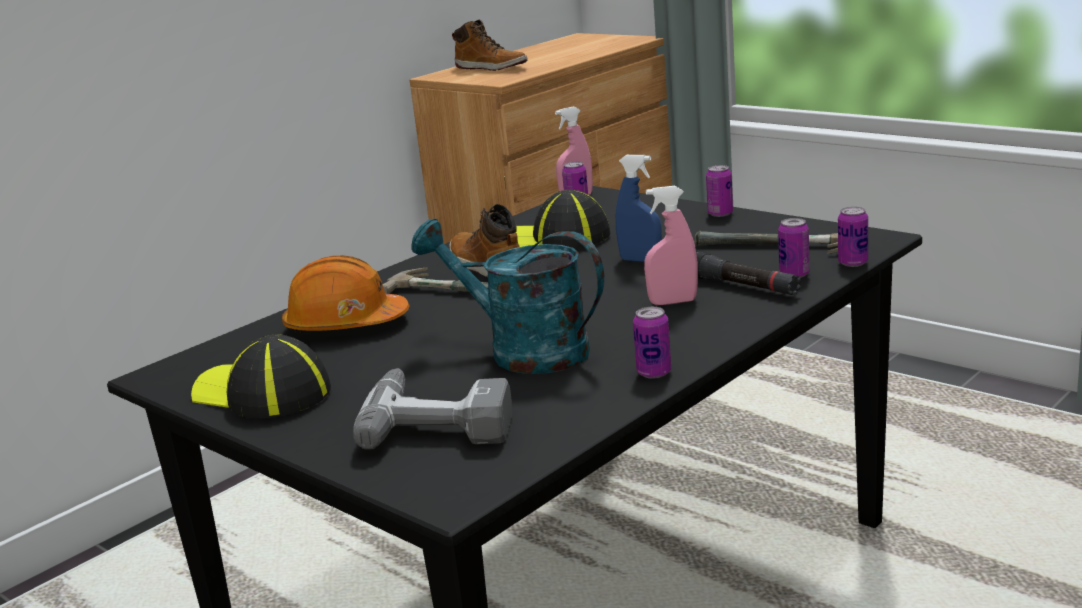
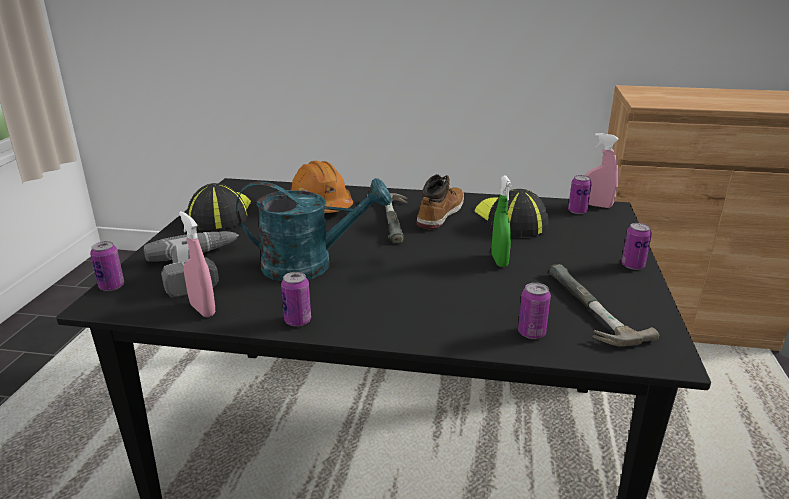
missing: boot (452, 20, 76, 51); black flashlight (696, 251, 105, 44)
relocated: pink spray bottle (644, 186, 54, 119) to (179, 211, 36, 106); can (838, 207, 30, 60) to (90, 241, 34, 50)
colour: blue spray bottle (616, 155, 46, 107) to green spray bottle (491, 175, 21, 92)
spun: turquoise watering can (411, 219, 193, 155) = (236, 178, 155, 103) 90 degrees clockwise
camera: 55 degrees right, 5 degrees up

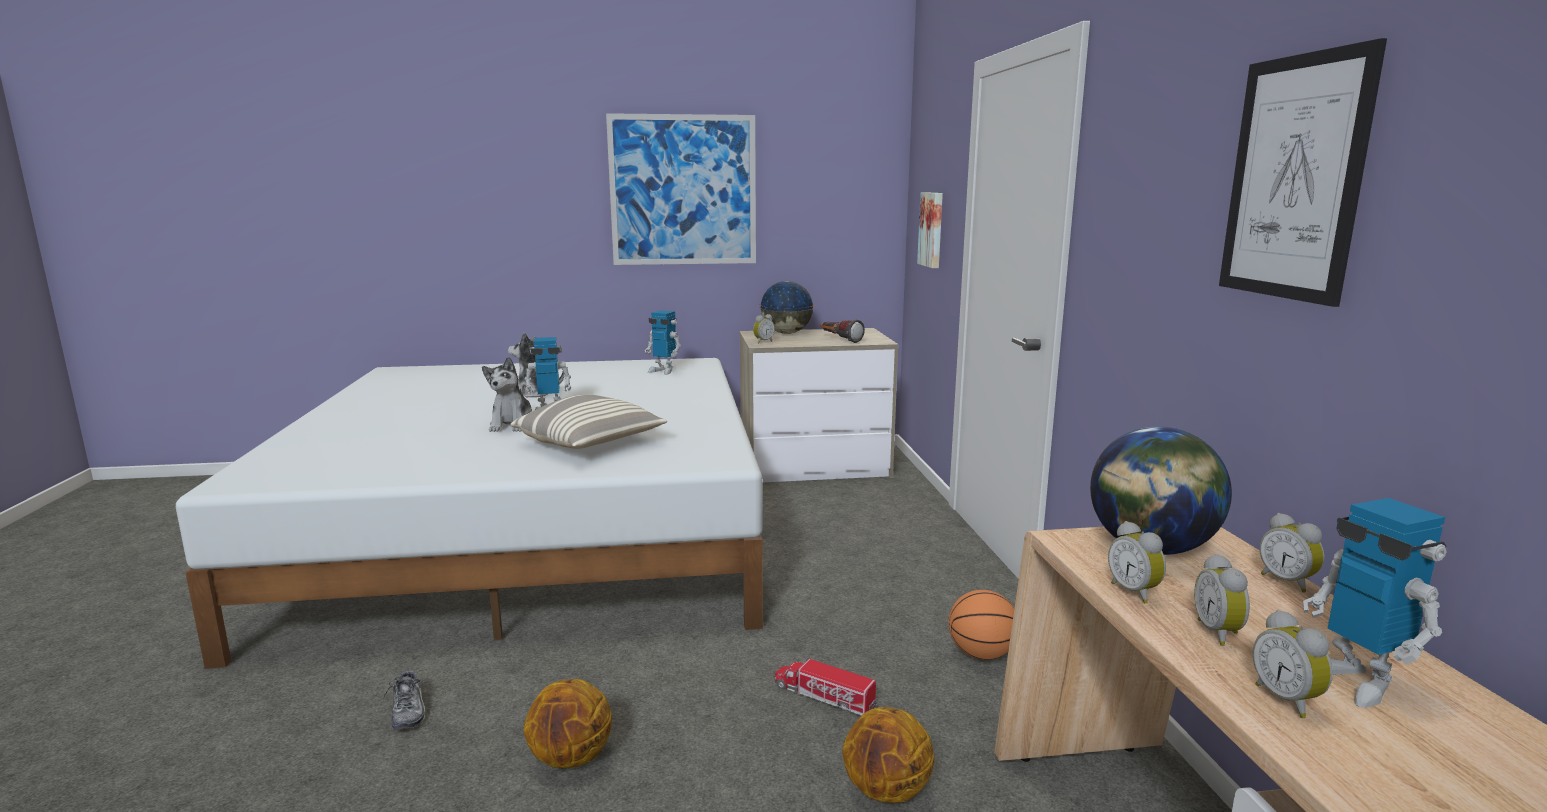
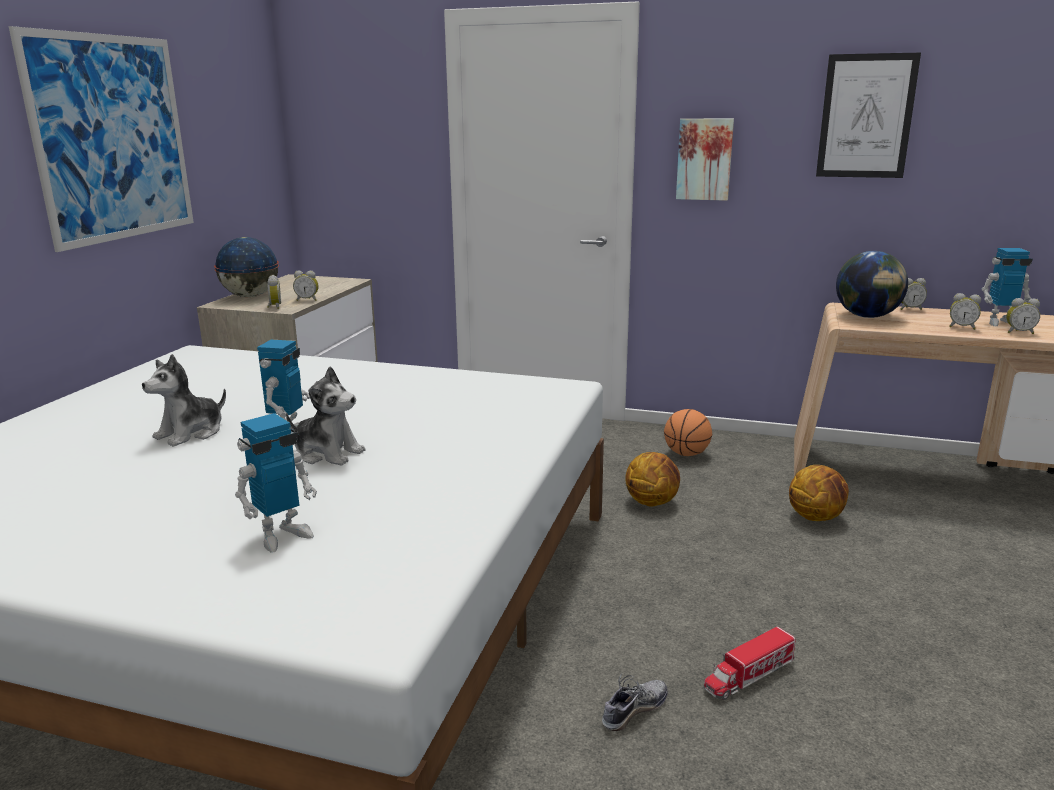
missing: pillow (510, 395, 157, 54); flashlight (821, 319, 44, 24)
relocated: basketball (524, 679, 88, 89) to (625, 452, 55, 55); toy robot (645, 310, 36, 65) to (235, 413, 82, 139); toy truck (775, 657, 103, 59) to (704, 627, 92, 73); picture (917, 192, 26, 76) to (676, 119, 58, 82); alarm clock (1108, 521, 58, 82) to (293, 271, 26, 30)
spun: shoe (383, 671, 45, 59) = (602, 674, 66, 57) 45 degrees counterclockwise
camera: 65 degrees left, 5 degrees up

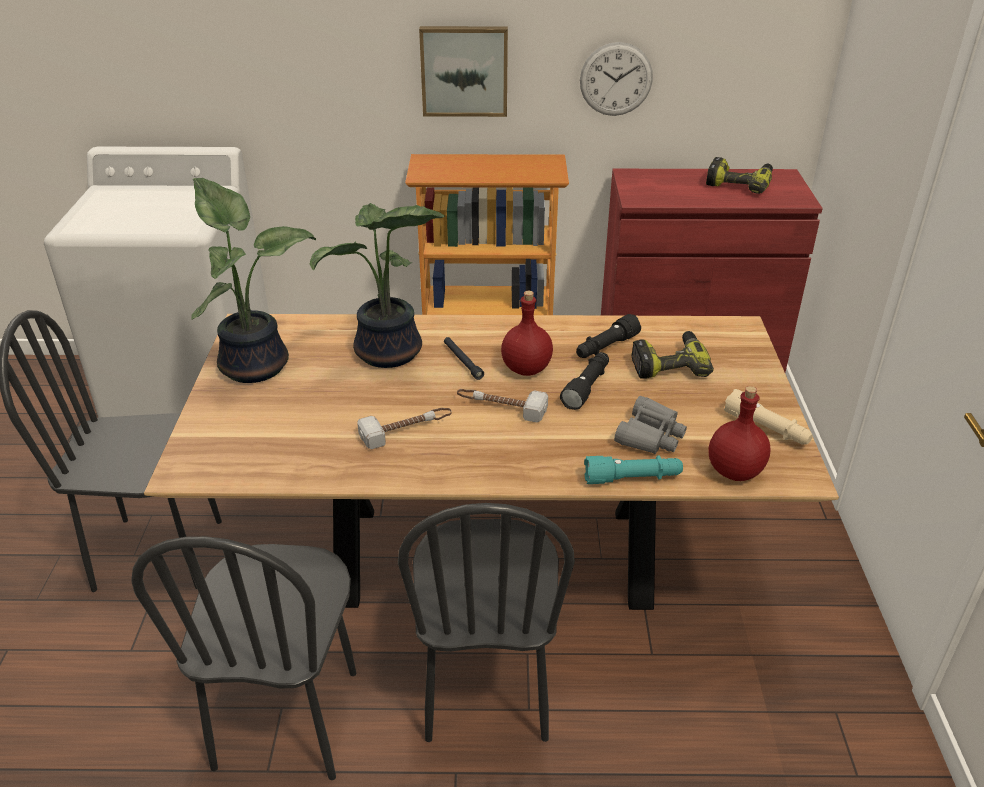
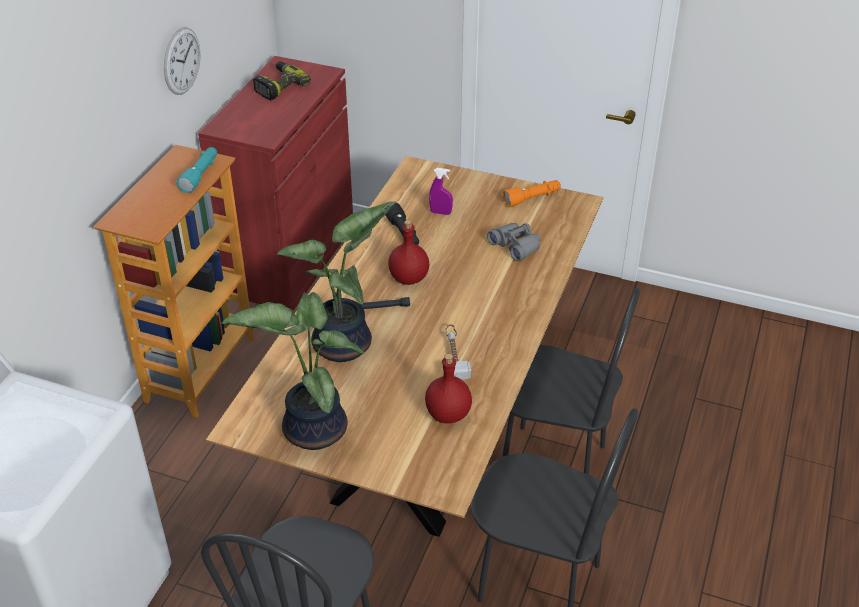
missing: picture (419, 26, 89, 91); hammer (457, 389, 91, 34); black flashlight (560, 352, 49, 58)
relocated: turquoise flashlight (584, 455, 99, 29) to (176, 147, 41, 46); red bottle (708, 386, 63, 95) to (425, 354, 47, 70)
exchanged: power drill (631, 331, 83, 48) to purple spray bottle (429, 168, 24, 47)
colour: beige flashlight (724, 389, 89, 56) to orange flashlight (502, 180, 59, 27)
camera: 70 degrees left, 5 degrees up

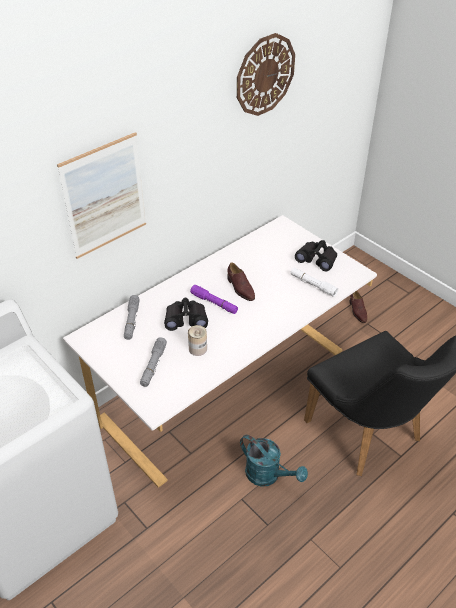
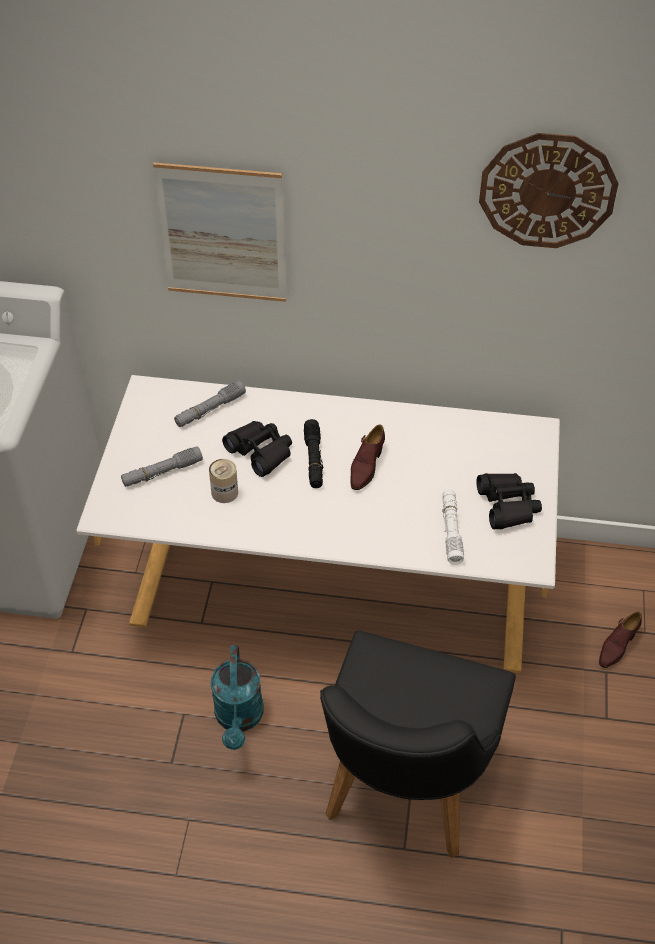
colour: purple flashlight (190, 285, 48, 29) to black flashlight (304, 419, 19, 69)
camera: 50 degrees right, 5 degrees up

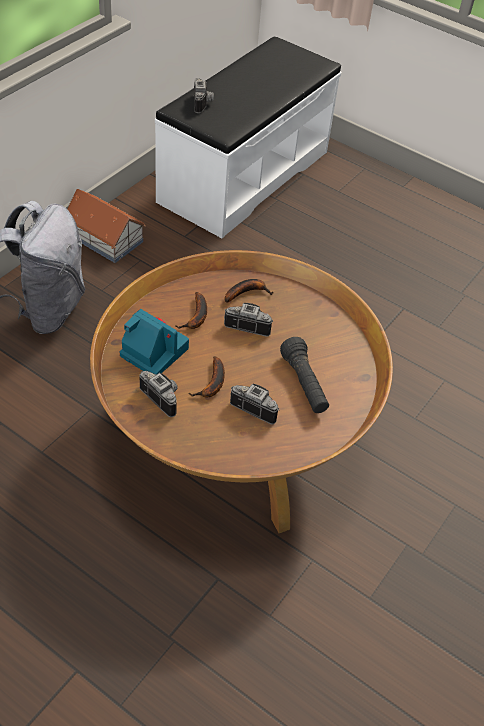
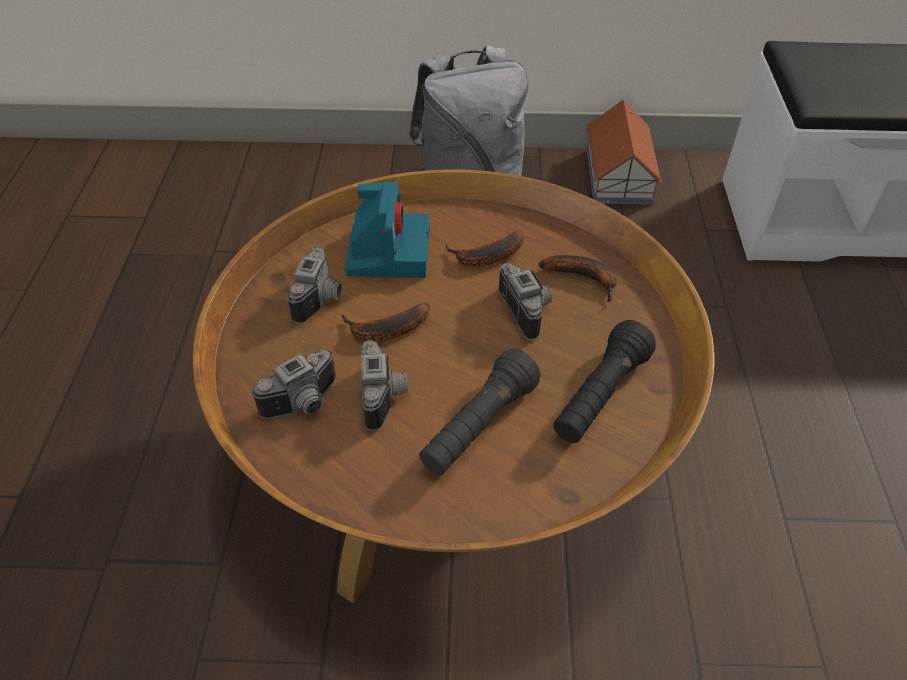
appeared: black flashlight (553, 320, 103, 123)
relocated: photo camera (194, 78, 20, 35) to (251, 349, 85, 70)
camera: 60 degrees right, 0 degrees up

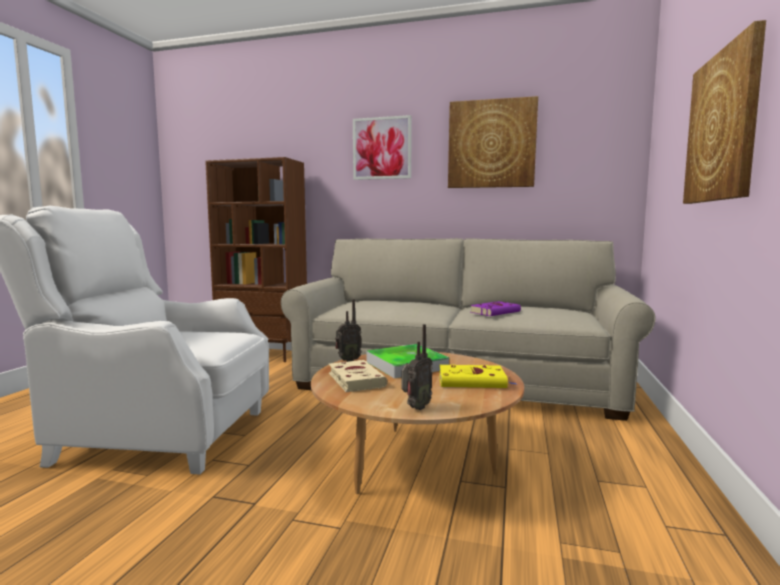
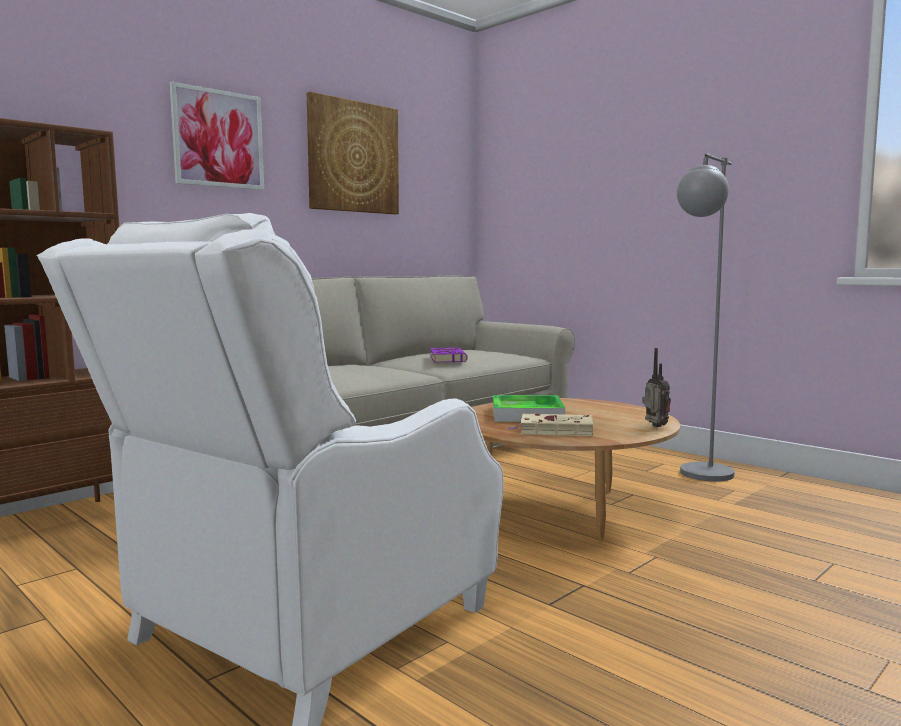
missing: radio (335, 299, 27, 63); yellow book (439, 365, 77, 23); picture (683, 20, 83, 184)
appeared: grey floor lamp (677, 153, 57, 329)
camera: 60 degrees left, 0 degrees up

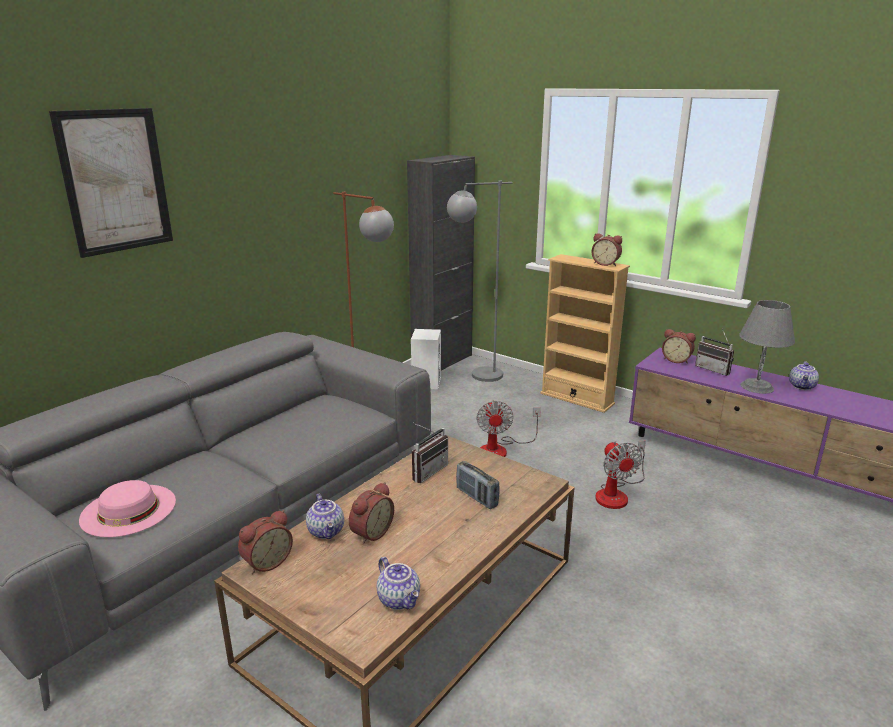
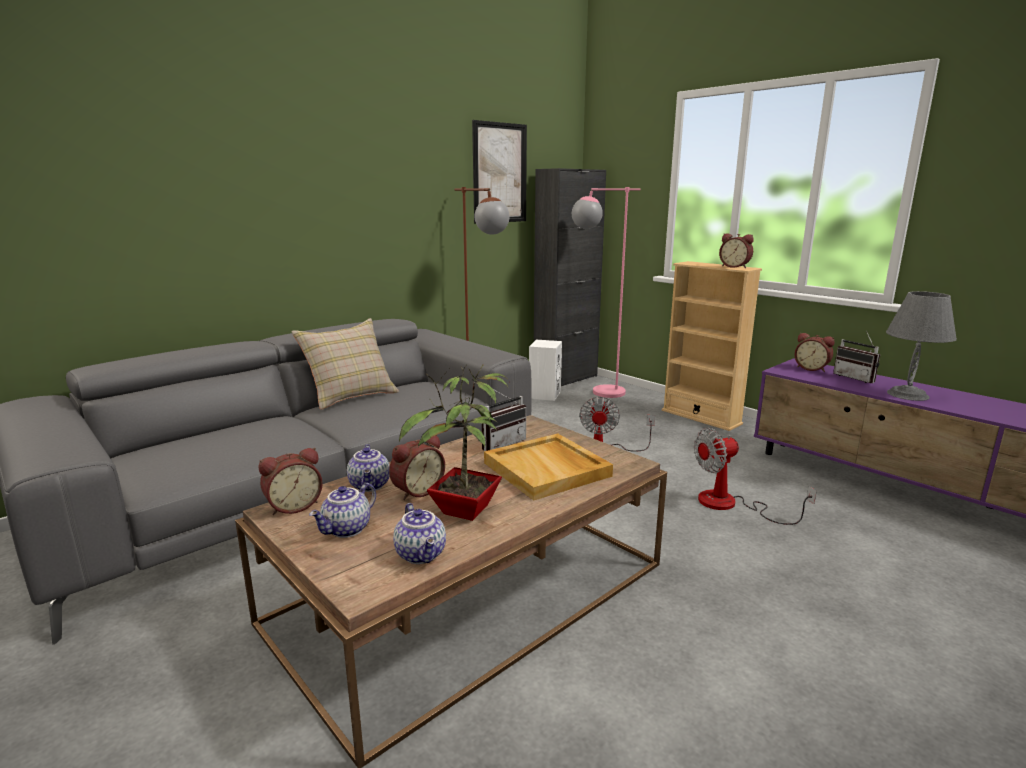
missing: pink hat (79, 480, 97, 57)
appeared: beige pillow (291, 318, 108, 92); potted plant (399, 365, 111, 156)
relocated: picture (49, 108, 124, 150) to (472, 120, 55, 104); teapot (789, 361, 30, 29) to (309, 483, 67, 55)
exchanged: radio (456, 461, 44, 48) to beige tray (484, 434, 129, 67)
colour: grey floor lamp (447, 181, 66, 201) to pink floor lamp (572, 187, 69, 211)
spun: fan (595, 441, 51, 68) = (694, 428, 123, 97) 75 degrees clockwise
camera: 10 degrees right, 5 degrees down

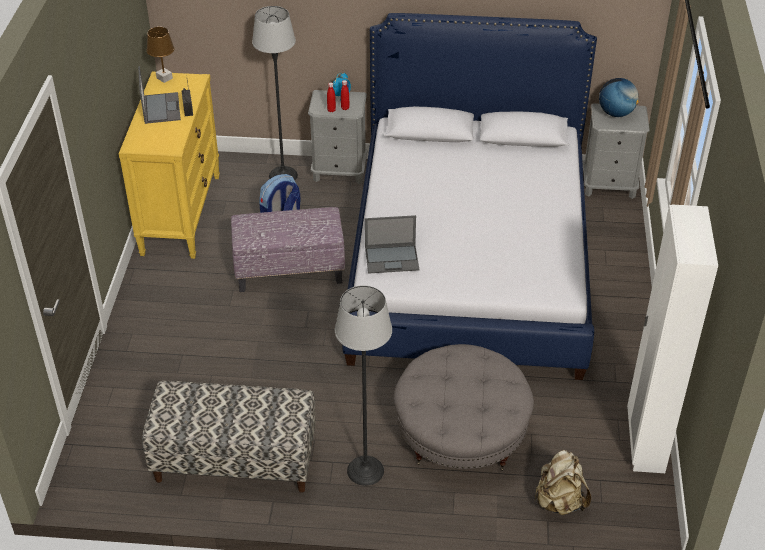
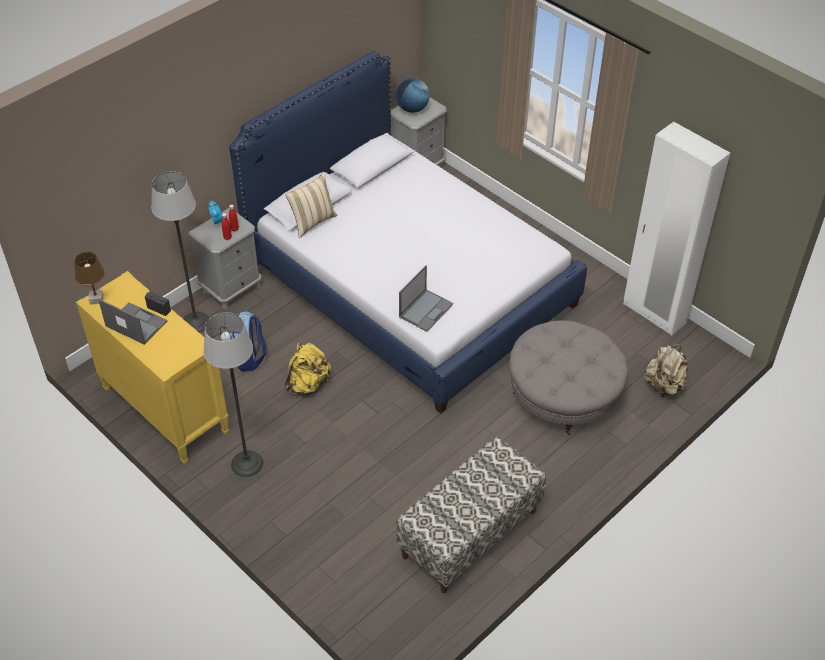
appeared: beige pillow (285, 172, 53, 66)
relocated: floor lamp (335, 285, 57, 201) to (203, 313, 60, 164)
exchanged: ottoman (231, 207, 114, 85) to yellow backpack (285, 343, 46, 53)
camera: 50 degrees left, 5 degrees up

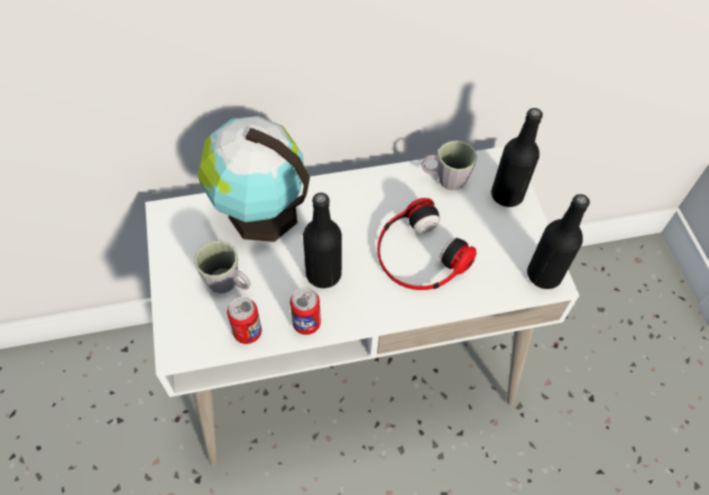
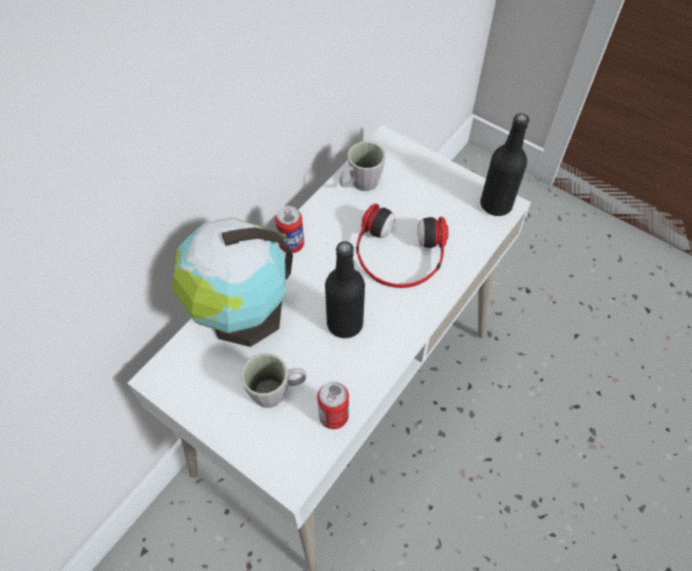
missing: black bottle (491, 108, 52, 99)
relocated: can (290, 288, 31, 47) to (275, 206, 29, 47)
camera: 40 degrees left, 0 degrees up

